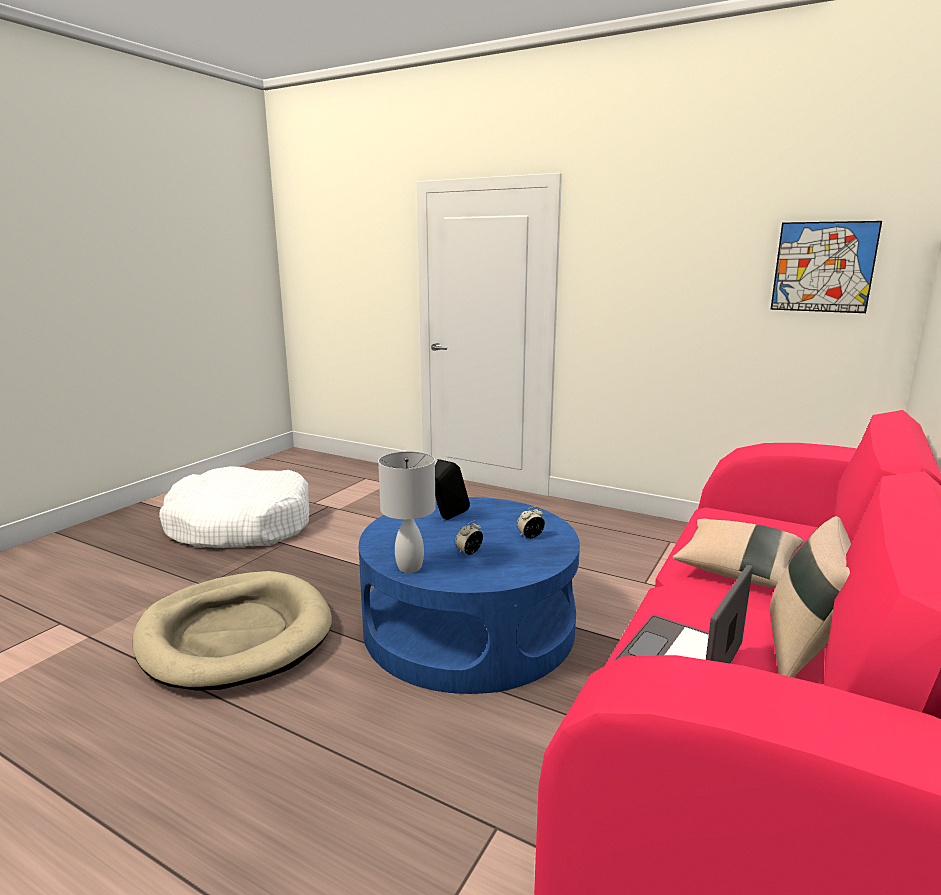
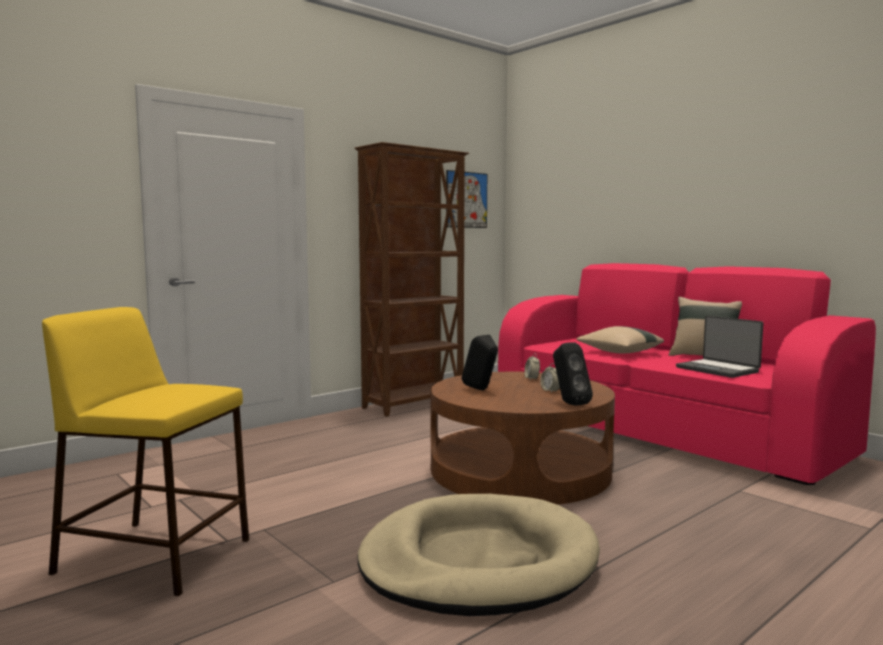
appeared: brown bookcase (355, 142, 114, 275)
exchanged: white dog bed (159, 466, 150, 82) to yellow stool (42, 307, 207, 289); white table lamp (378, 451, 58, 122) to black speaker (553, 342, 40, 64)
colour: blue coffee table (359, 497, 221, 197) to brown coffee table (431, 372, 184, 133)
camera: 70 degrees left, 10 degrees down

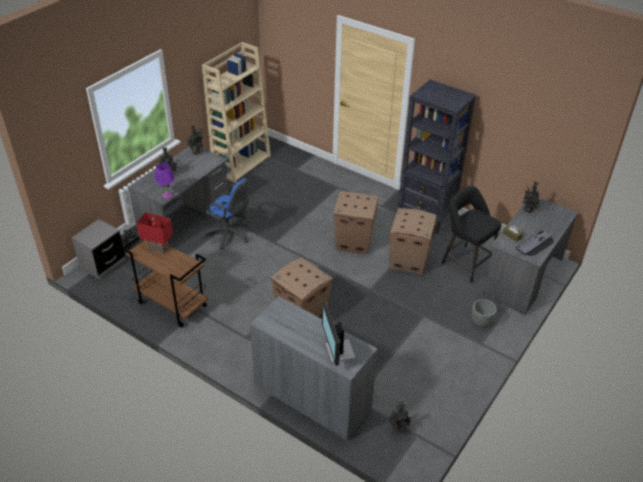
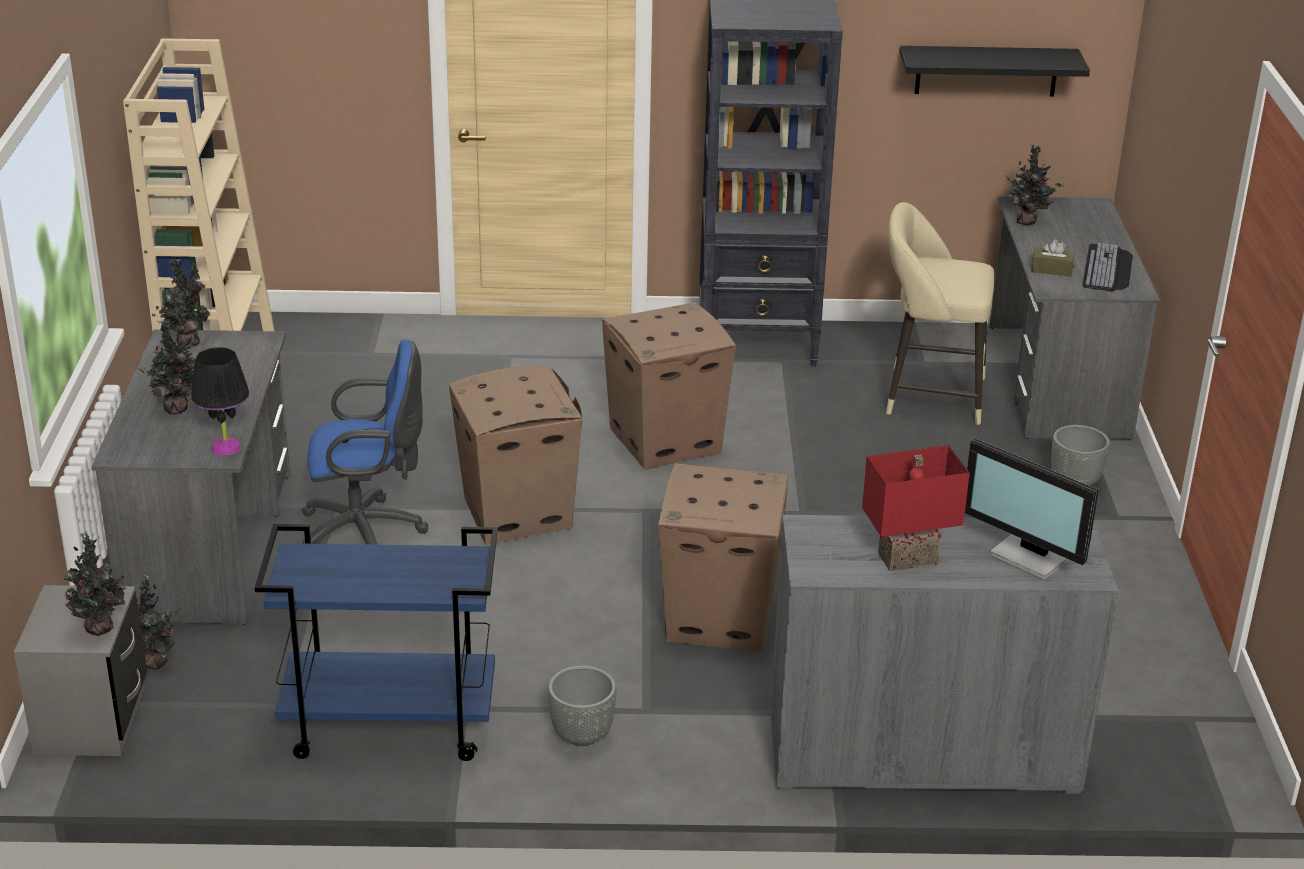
appeared: grey planter (548, 666, 69, 80); black shelf (900, 46, 190, 50)
relocated: red table lamp (136, 212, 37, 42) to (862, 445, 108, 126); potted plant (388, 401, 24, 32) to (64, 532, 62, 104); cardboard box (390, 208, 47, 67) to (449, 366, 133, 179)
colour: brown cart (122, 236, 86, 92) to blue cart (255, 524, 243, 237); purple table lamp (155, 163, 20, 36) to black table lamp (191, 347, 58, 108); black stool (442, 186, 59, 97) to beige stool (886, 202, 108, 223)
camera: 35 degrees left, 10 degrees down

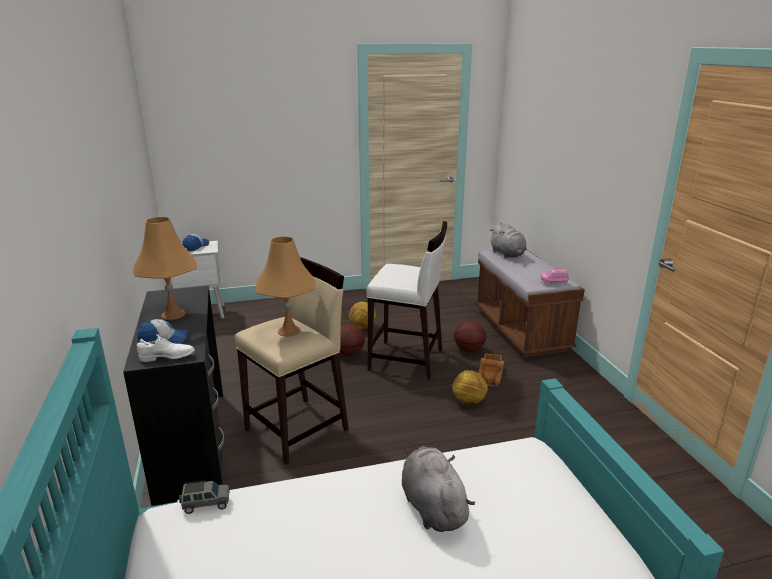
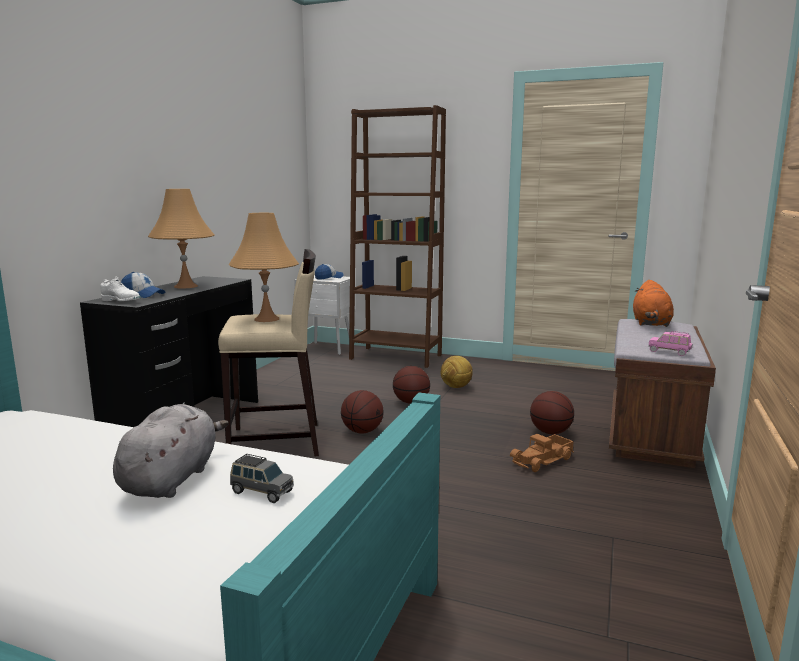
missing: white stool (367, 221, 80, 159); football (452, 370, 36, 35)
appeared: basketball (341, 390, 43, 44); brown bookcase (349, 105, 97, 263)
relocated: grey toy car (179, 481, 51, 33) to (230, 454, 64, 49)
colour: grey plush toy (489, 222, 38, 36) to orange plush toy (633, 280, 41, 47)
camera: 35 degrees right, 10 degrees down

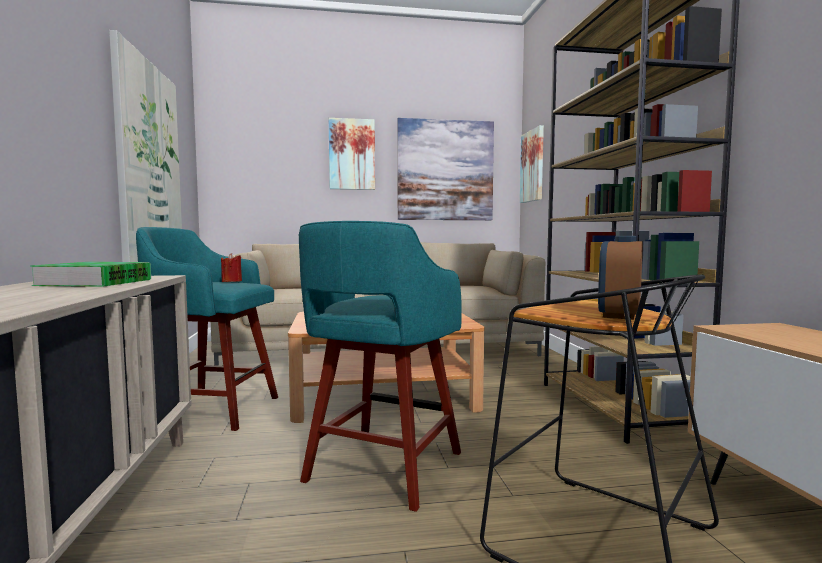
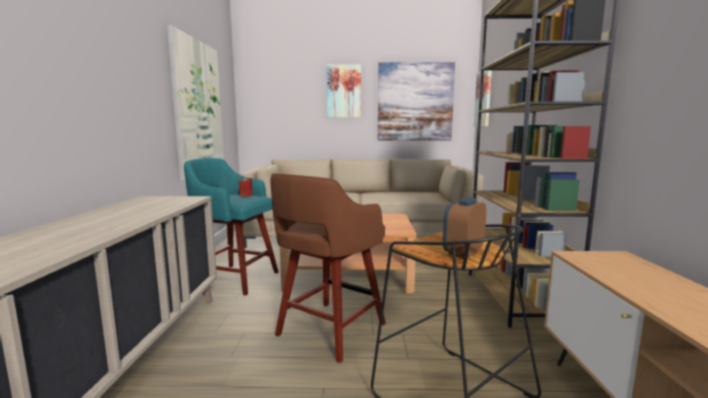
missing: book (30, 262, 121, 25)
colour: turquoise stool (299, 221, 163, 291) to brown stool (270, 174, 116, 189)
camera: 10 degrees right, 5 degrees up

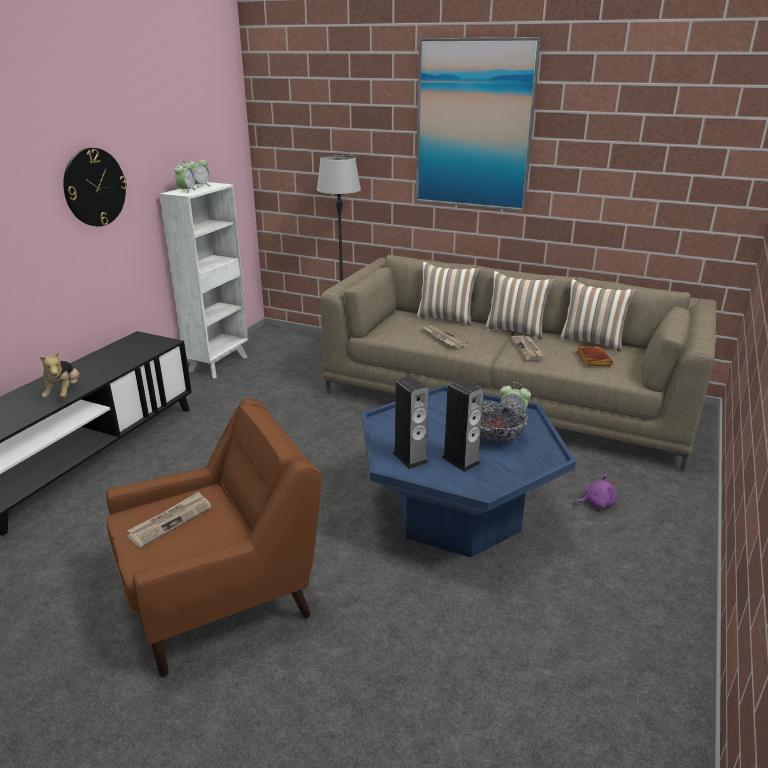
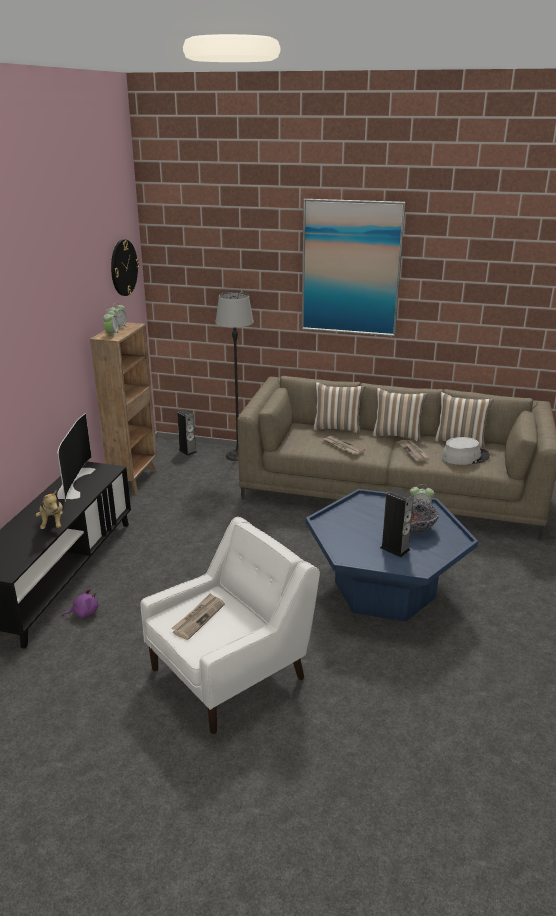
appeared: television (57, 413, 39, 89)
relocated: wall clock (63, 148, 64, 78) to (111, 239, 28, 57); speaker (393, 376, 36, 93) to (177, 409, 20, 47); purple plush toy (574, 475, 43, 34) to (62, 589, 36, 29)
exchanged: brown book (576, 346, 37, 20) to grey hat (441, 437, 49, 28)
colour: brown armchair (106, 398, 216, 279) to white armchair (141, 517, 179, 217); white bookcase (160, 182, 88, 196) to brown bookcase (90, 322, 67, 172)
camera: 10 degrees left, 0 degrees up

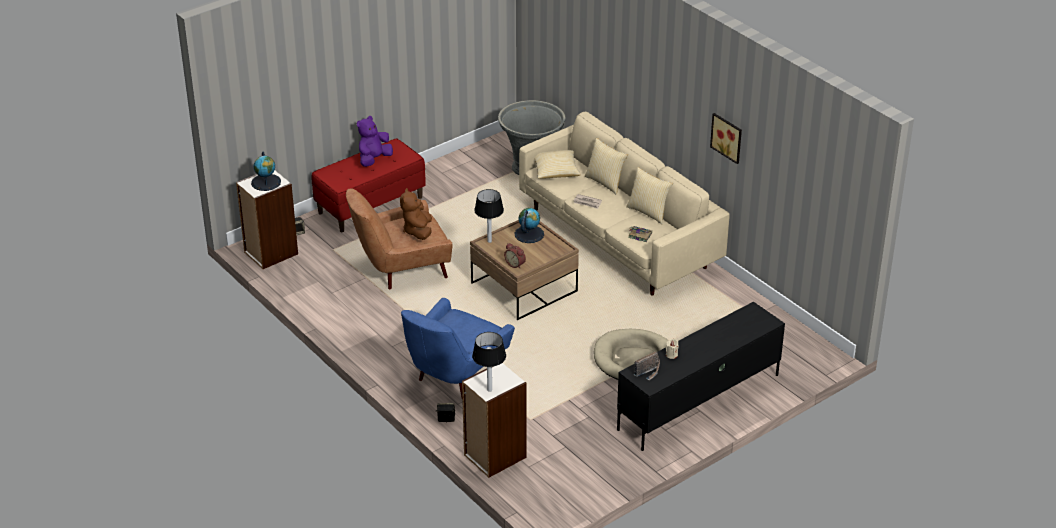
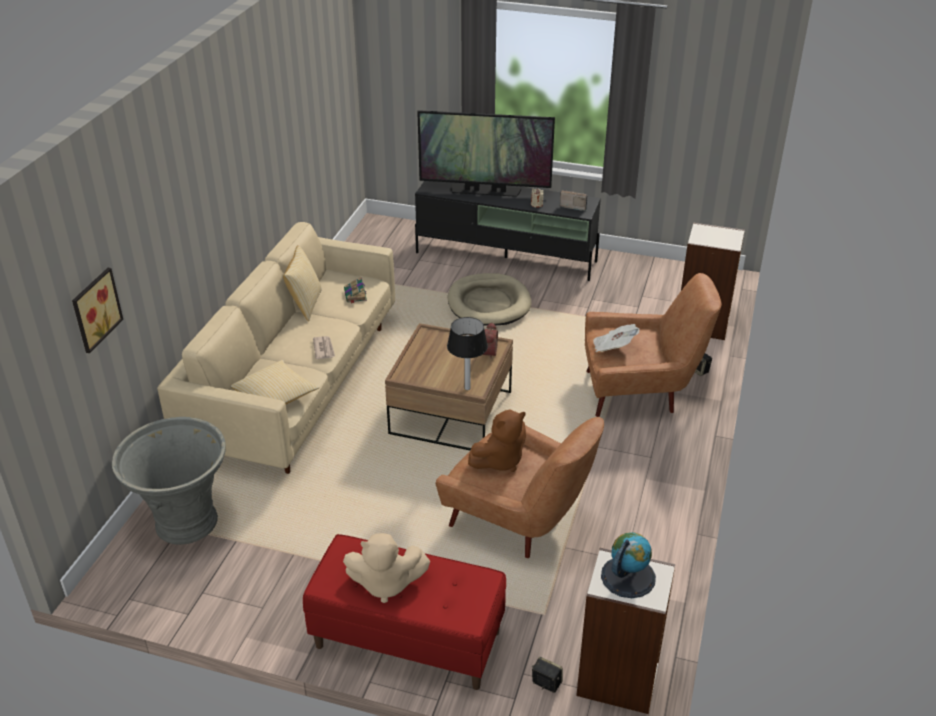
missing: table lamp (472, 332, 34, 60); globe (514, 208, 30, 35); pillow (585, 138, 43, 57)
appeared: television (417, 110, 138, 87); newspaper (593, 324, 47, 28)
relocated: picture (710, 113, 32, 51) to (72, 268, 51, 85)
colour: purple plush toy (357, 116, 36, 51) to beige plush toy (343, 533, 87, 70); blue armchair (401, 298, 114, 99) to brown armchair (585, 273, 137, 144)
camera: 125 degrees left, 0 degrees up

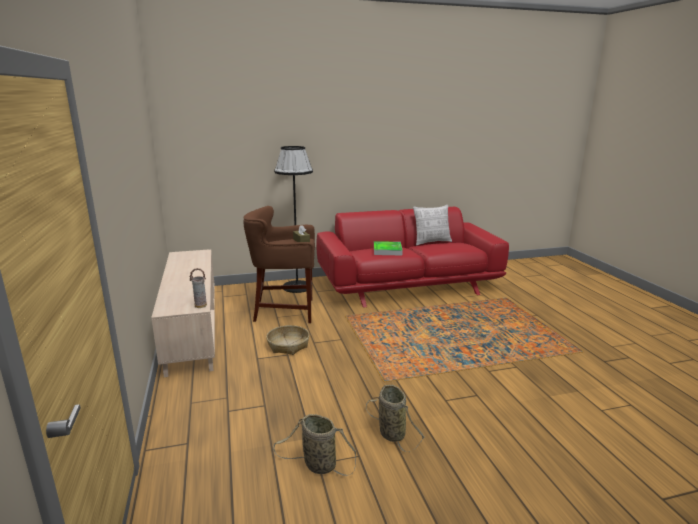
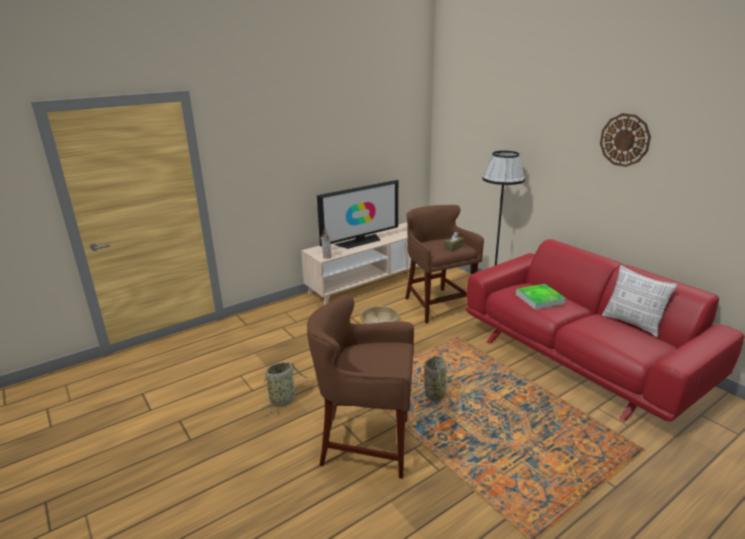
appeared: brown stool (307, 295, 107, 184); television (317, 180, 81, 69); wall clock (600, 113, 51, 54)
relocated: basket (273, 414, 83, 62) to (424, 355, 31, 56)
camera: 70 degrees right, 5 degrees up

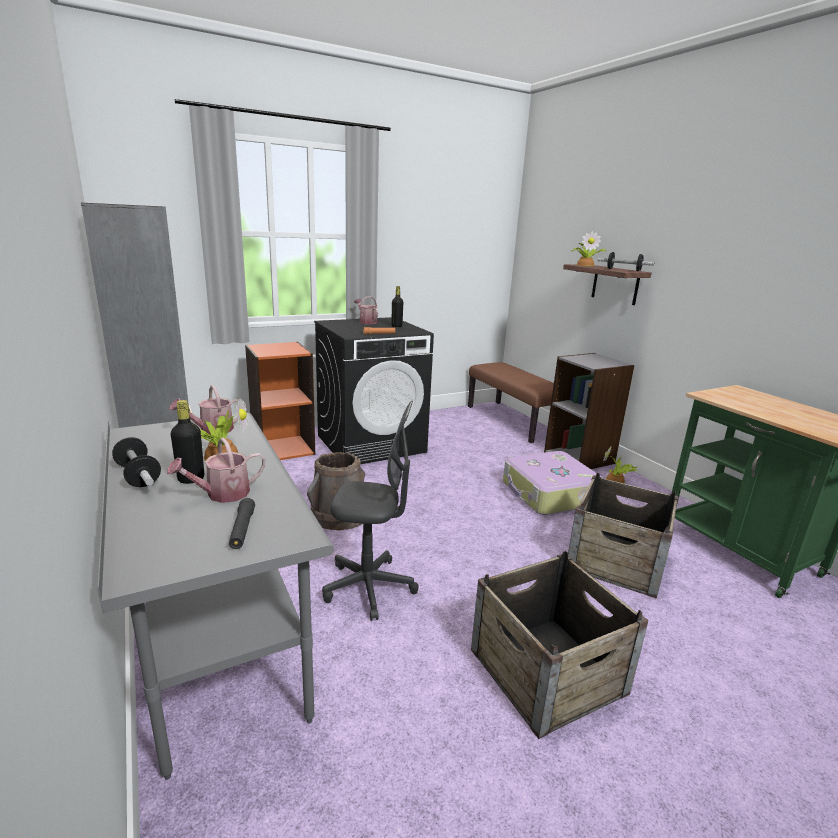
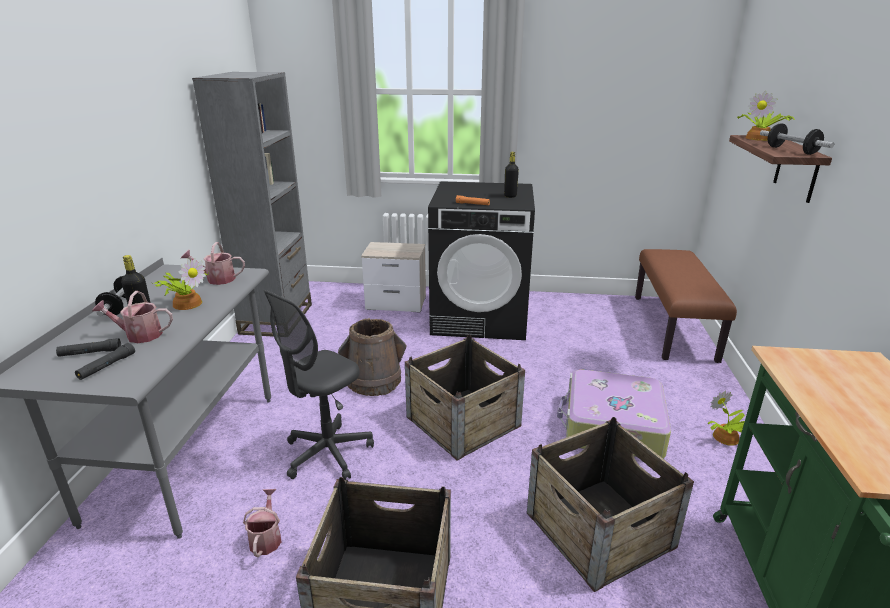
missing: grey bookcase (544, 353, 91, 116)
appeared: black flashlight (56, 338, 65, 19); crate (405, 334, 120, 127)
relocated: watering can (354, 296, 24, 28) to (243, 489, 39, 68)
exchanged: orange bookcase (245, 342, 70, 118) to nightstand (361, 242, 65, 71)
spun: grey office chair (322, 401, 97, 220) = (263, 290, 111, 190) 90 degrees clockwise
camera: 35 degrees right, 5 degrees up

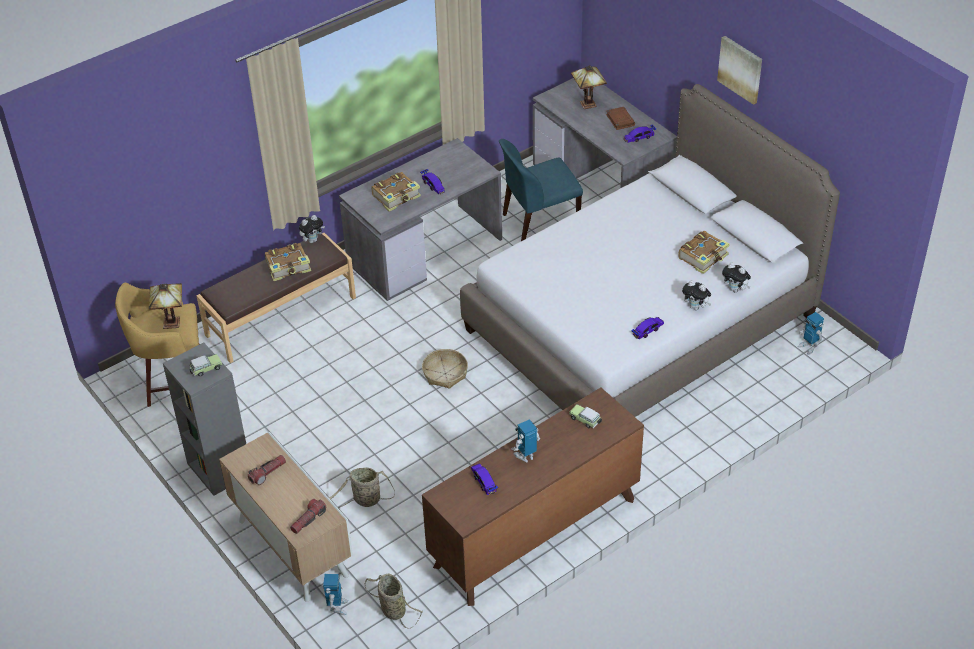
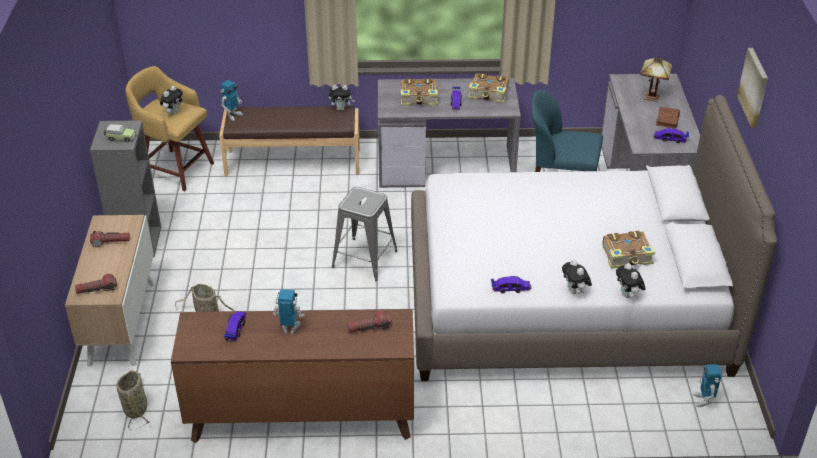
relocated: book (265, 243, 46, 38) to (468, 73, 41, 30); toy robot (323, 574, 25, 41) to (220, 80, 23, 41)
exchanged: table lamp (149, 283, 33, 46) to plush toy (160, 86, 23, 29); basket (422, 349, 46, 40) to grey stool (332, 187, 66, 94); toy car (569, 404, 33, 24) to flashlight (347, 311, 44, 21)
camera: 35 degrees right, 5 degrees down

